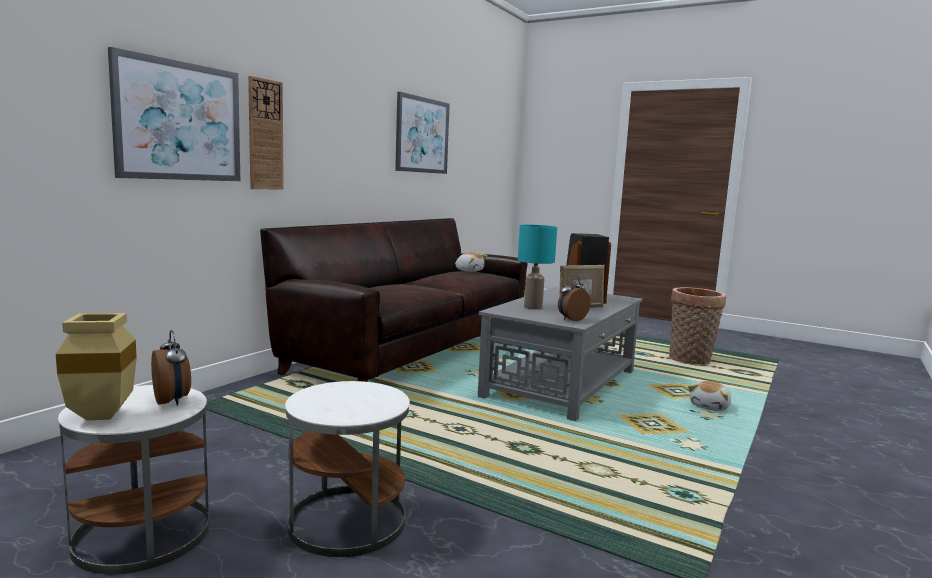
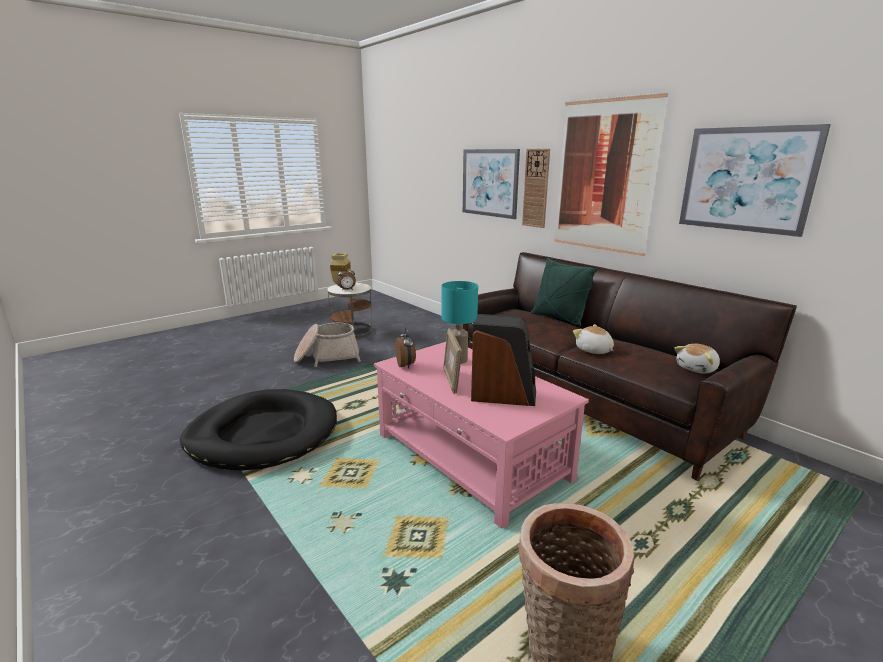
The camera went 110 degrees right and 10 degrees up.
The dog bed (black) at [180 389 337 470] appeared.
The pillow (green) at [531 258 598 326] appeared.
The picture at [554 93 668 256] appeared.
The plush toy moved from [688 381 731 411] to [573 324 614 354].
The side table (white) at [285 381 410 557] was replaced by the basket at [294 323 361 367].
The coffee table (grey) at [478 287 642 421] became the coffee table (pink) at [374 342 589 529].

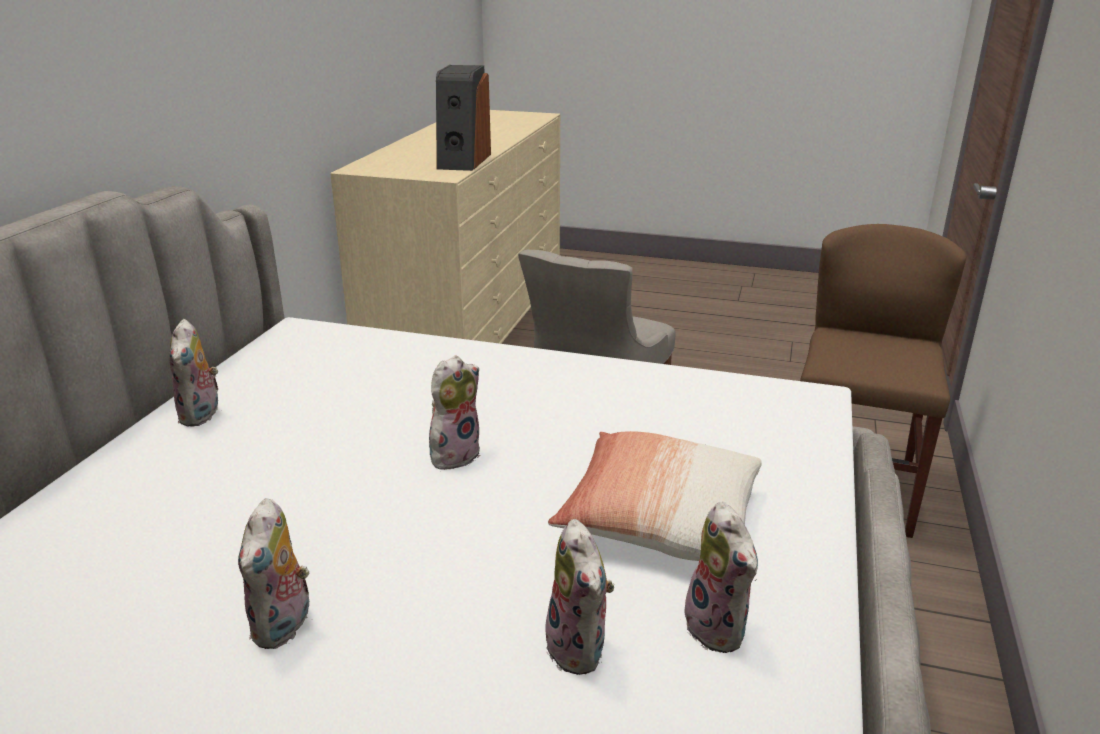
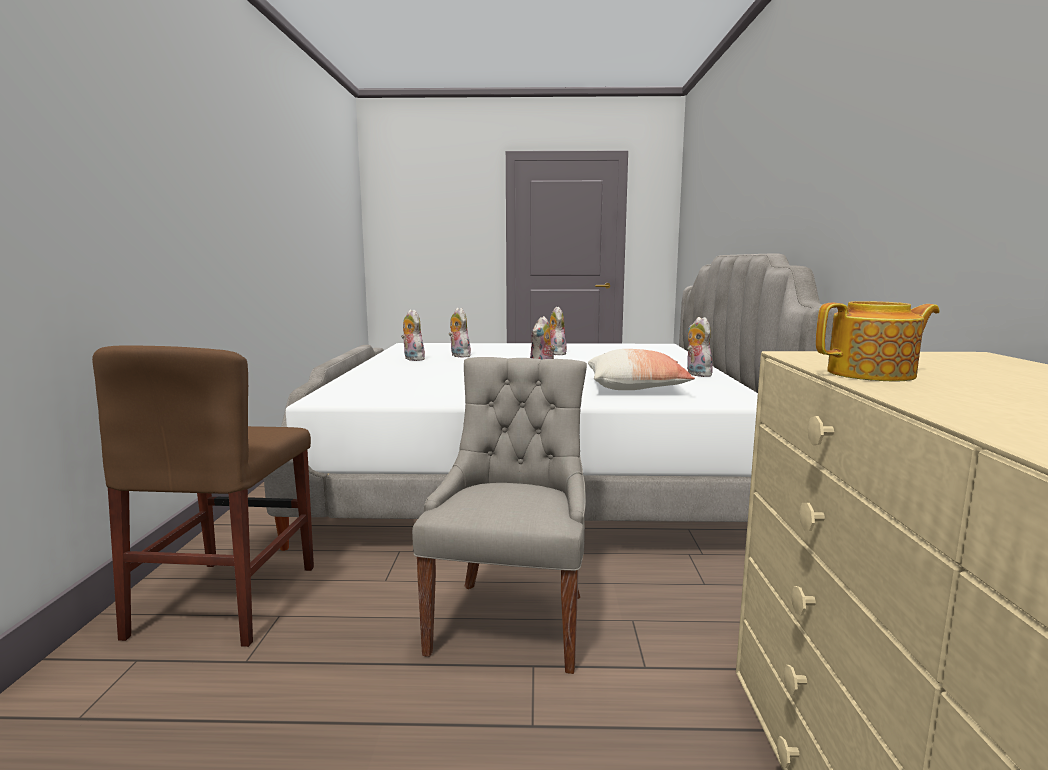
The camera went 165 degrees right and 15 degrees down.
The pillow moved from [548 431 762 561] to [588 349 695 390].
The speaker at [436 65 491 171] was replaced by the teapot at [816 301 940 381].

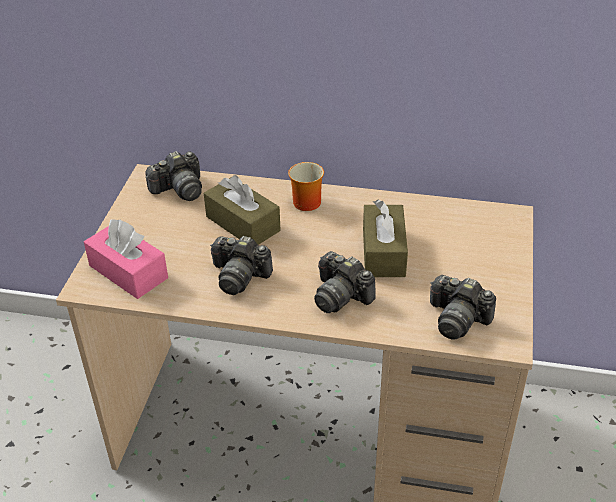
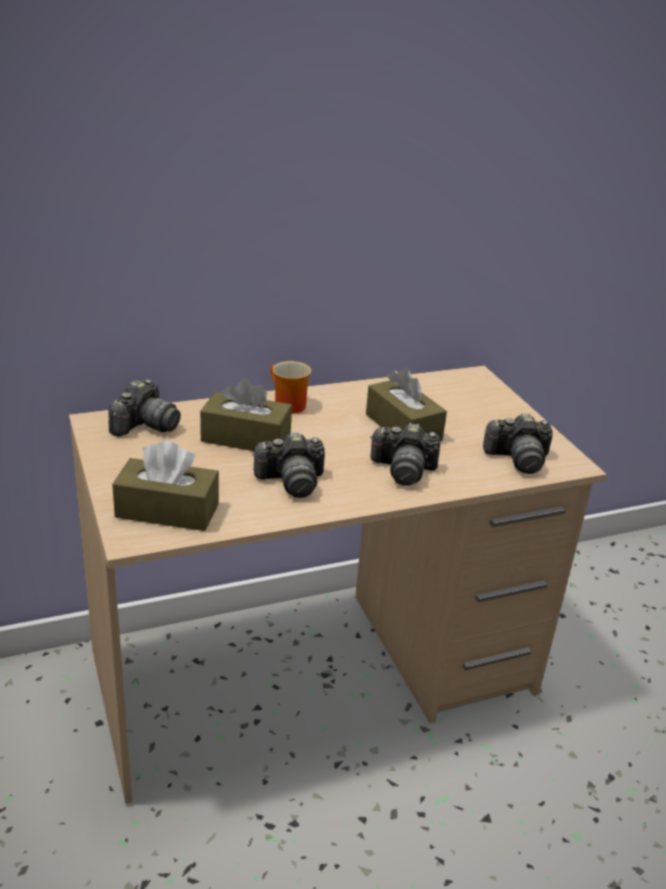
The camera went 35 degrees left and 10 degrees down.
The tissue box (pink) at [84 219 168 299] became the tissue box (brown) at [112 440 219 531].

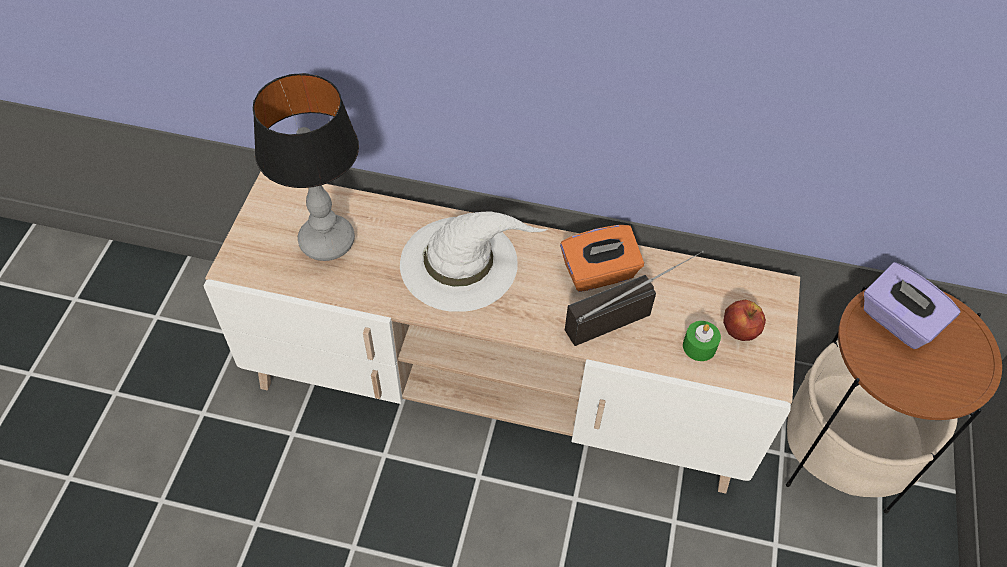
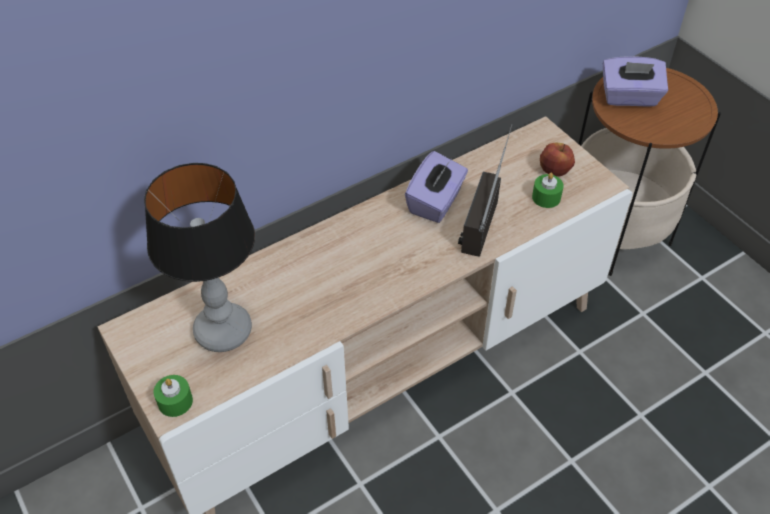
The camera went 45 degrees left and 5 degrees down.
The hat (white) at [400 211 548 312] disappeared.
The candle (green) at [153 375 193 417] appeared.
The tissue box (orange) at [560 225 644 292] became the tissue box (purple) at [405 151 468 223].

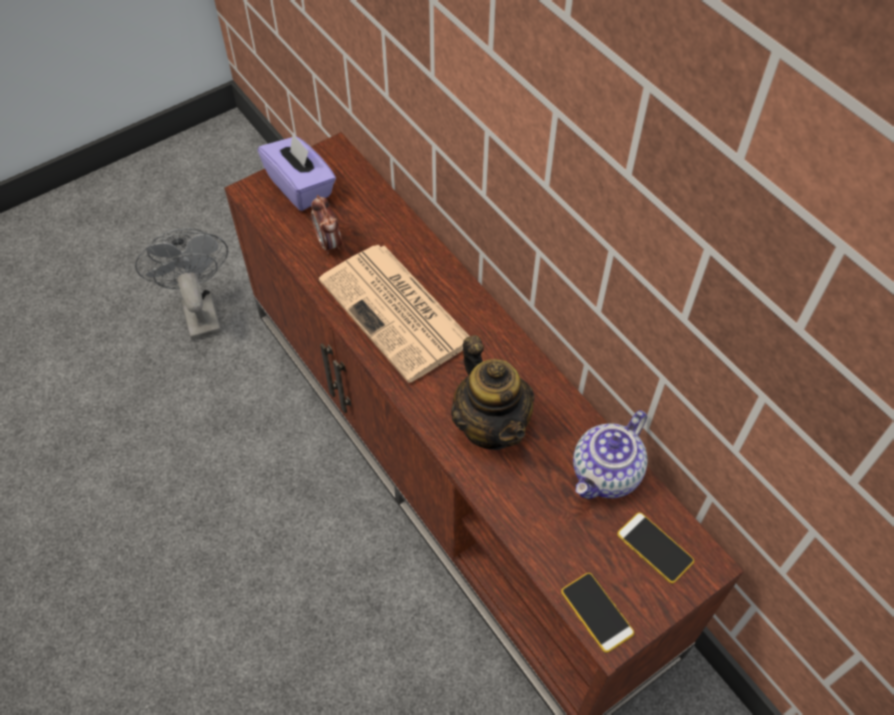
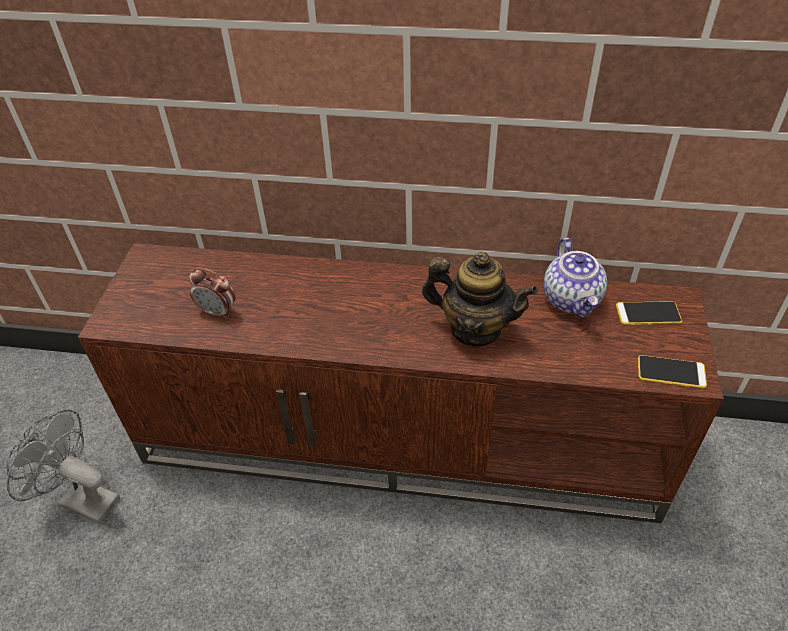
The camera went 45 degrees left and 10 degrees down.
The tissue box (purple) at [258 133 336 211] disappeared.
The newspaper at [319 245 469 383] disappeared.

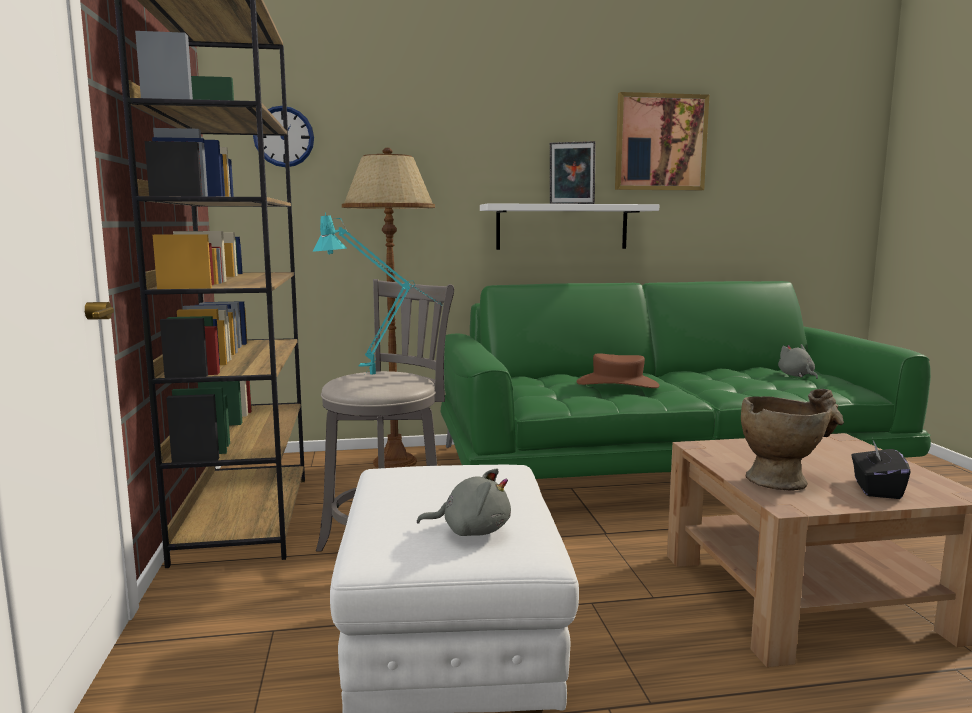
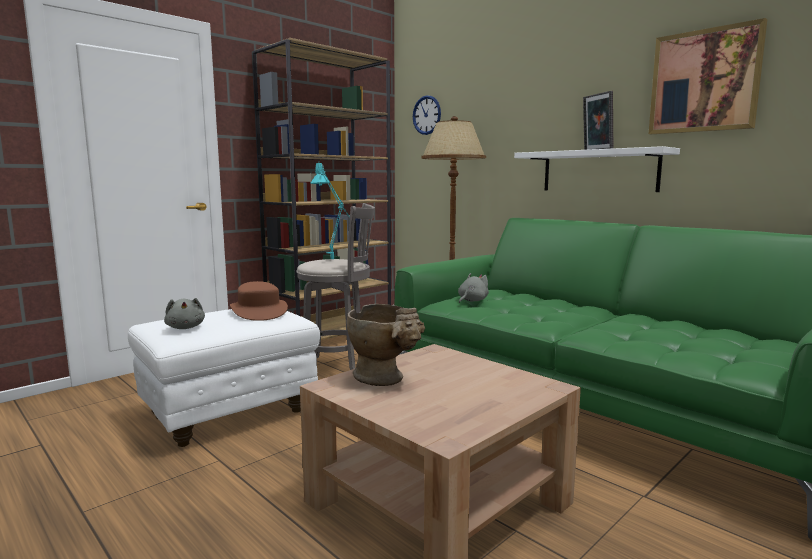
The camera went 55 degrees right and 0 degrees up.
The tissue box (black) at [851 440 911 499] disappeared.
The hat (brown) moved from [576 353 659 388] to [230 281 288 321].
The plush toy (grey) moved from [778 344 818 379] to [458 273 489 303].

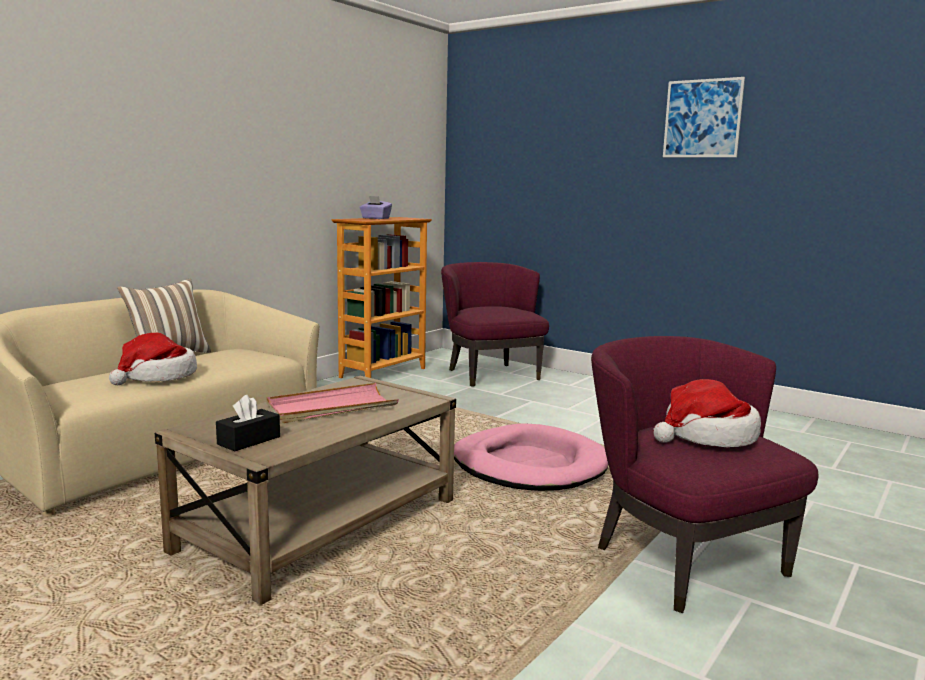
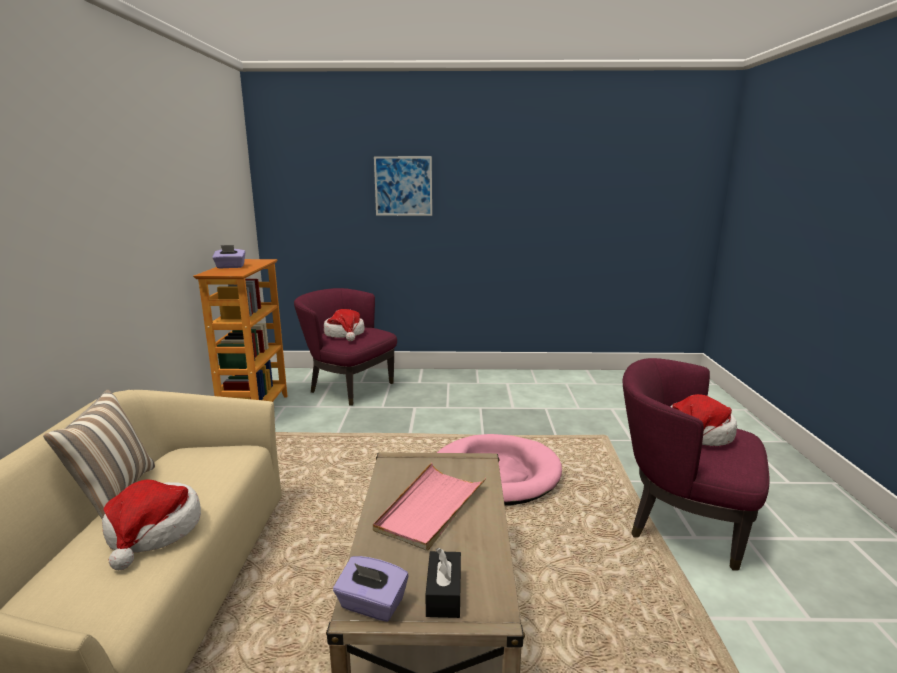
The camera went 35 degrees left and 5 degrees up.
The hat at [324 309 365 341] appeared.
The tissue box (purple) at [333 556 408 622] appeared.
The picture moved from [663 77 745 157] to [374 156 432 216].

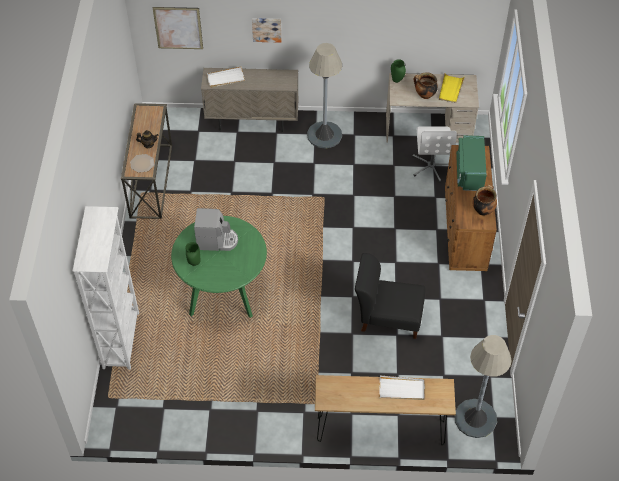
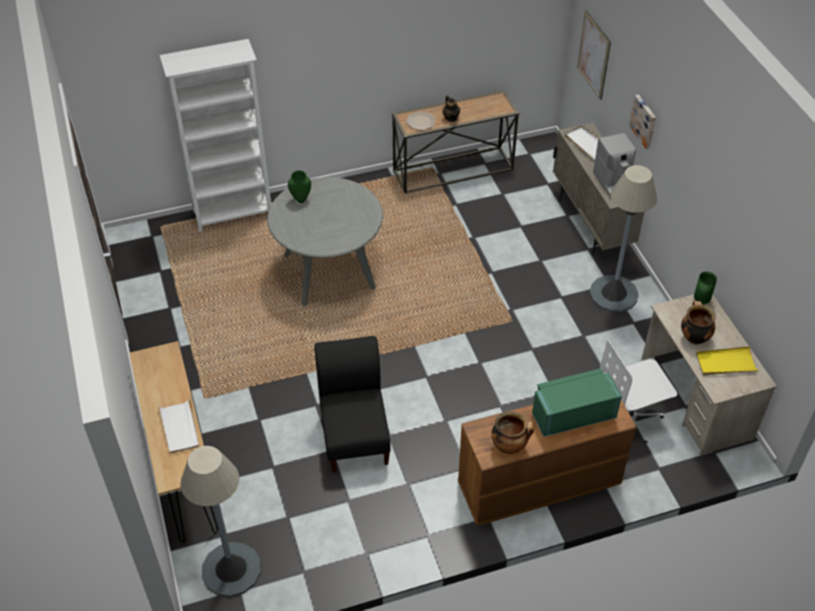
The camera went 70 degrees right and 5 degrees down.
The coffee machine moved from [194 208 238 251] to [593 133 636 197].
The dining table (green) at [171 216 267 318] became the dining table (grey) at [267 177 383 306].

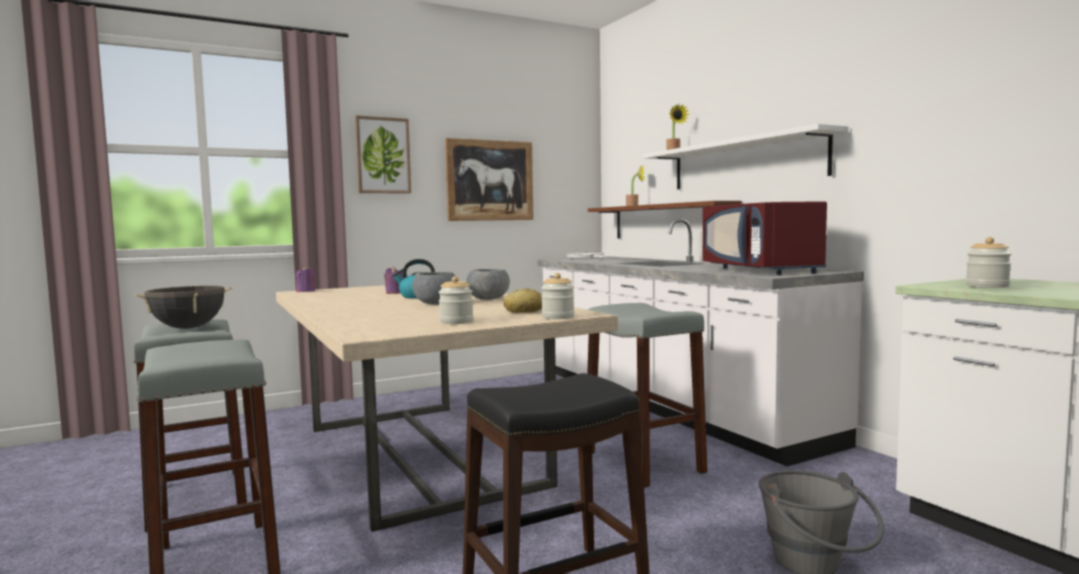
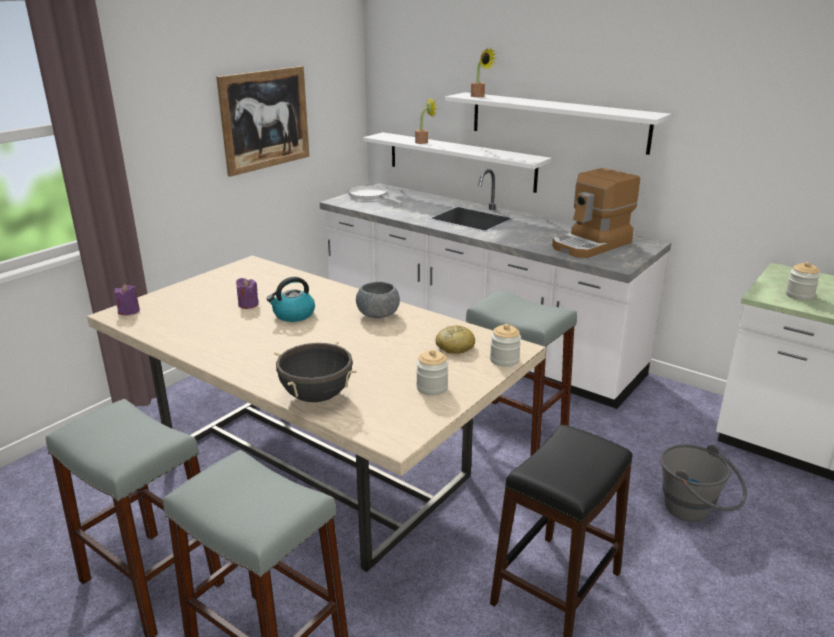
The camera went 25 degrees left and 20 degrees up.
The picture at [355 115 411 194] disappeared.
The bowl (grey) at [412 272 455 305] disappeared.
The cooking pot (black) moved from [134 286 232 329] to [274 341 357 402].
The microwave (red) at [703 201 827 275] was replaced by the coffee machine at [552 168 640 258].
The shelf (brown) at [588 201 742 239] became the shelf (white) at [363 132 552 193].

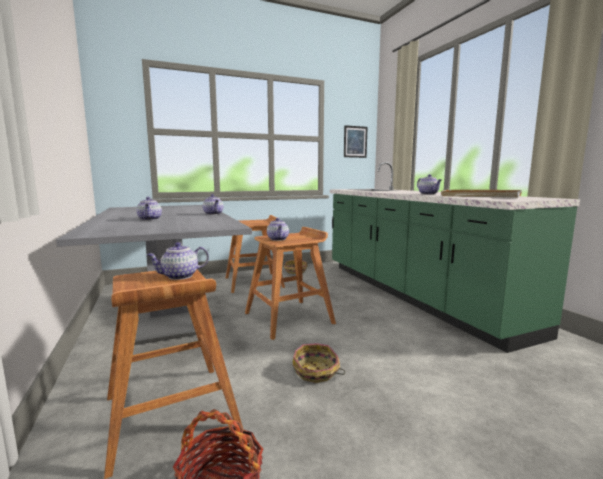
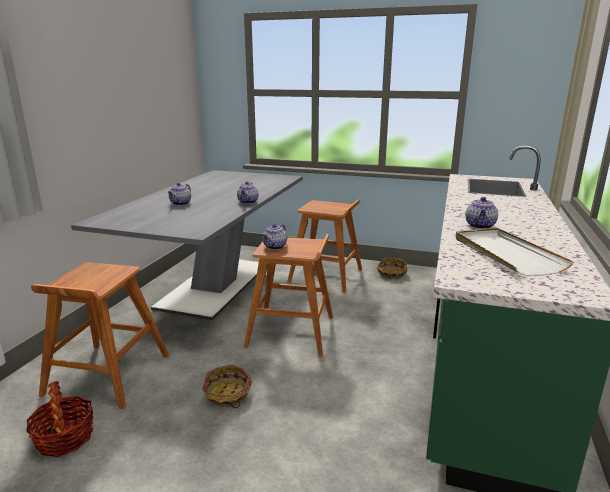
The camera went 40 degrees right and 10 degrees up.
The teapot at [147 242 209 280] disappeared.
The picture at [344 125 368 158] disappeared.

